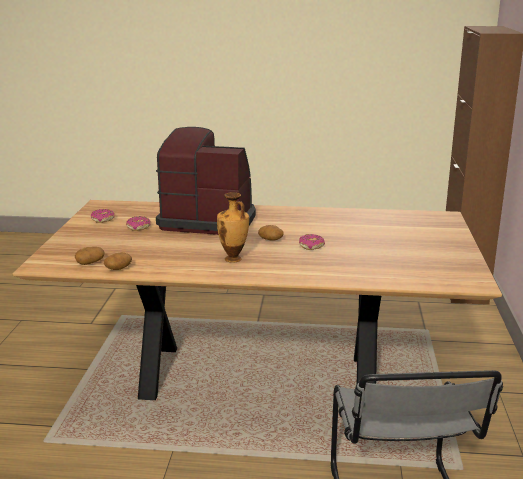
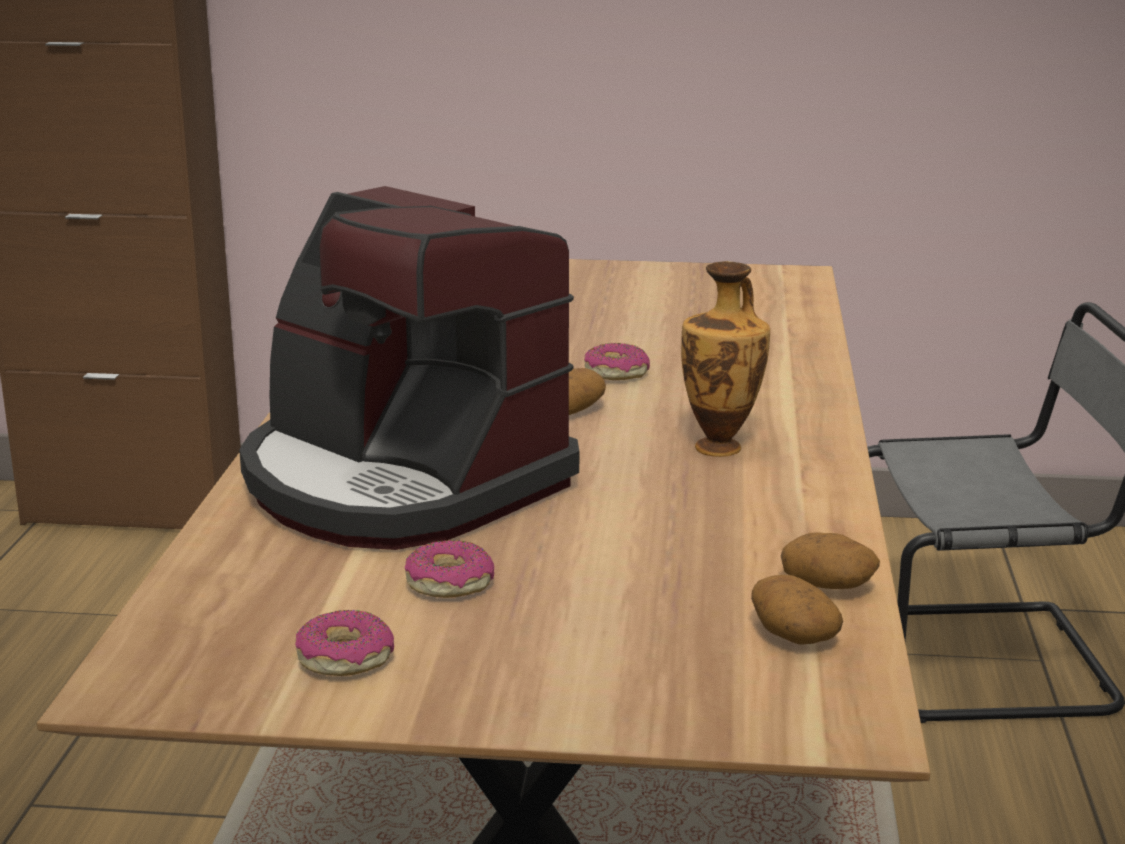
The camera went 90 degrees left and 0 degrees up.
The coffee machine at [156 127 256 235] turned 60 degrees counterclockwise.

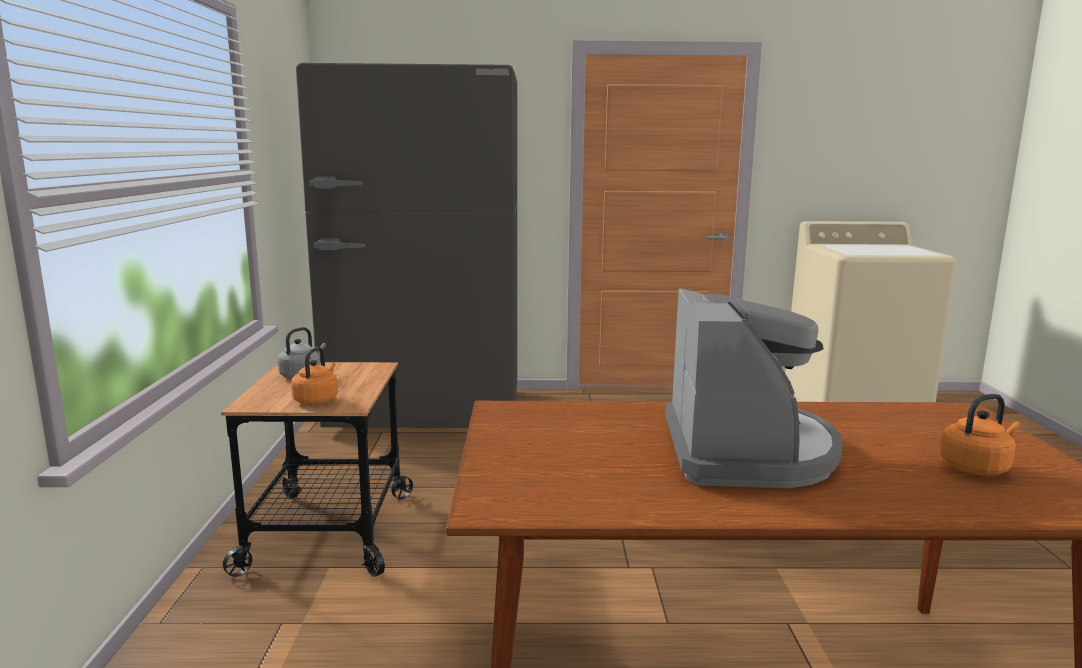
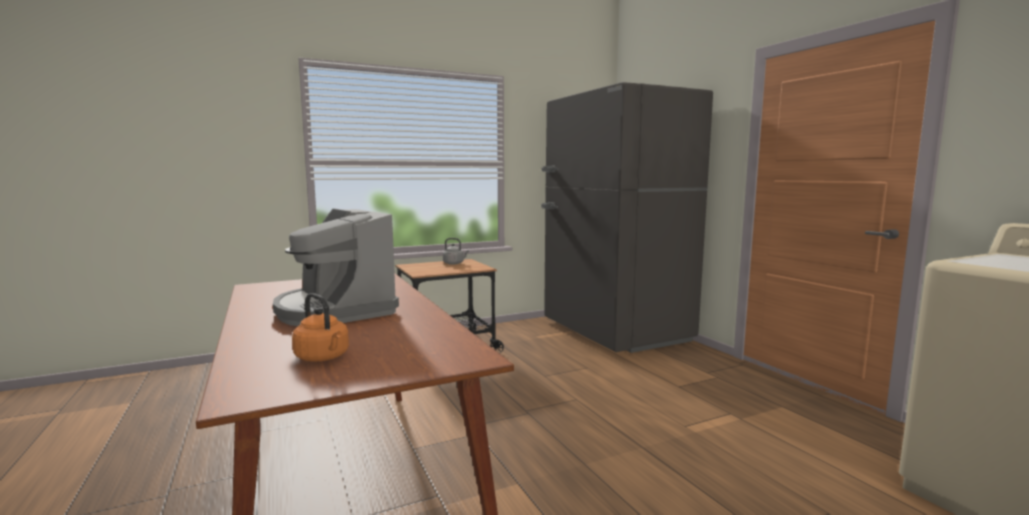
The camera went 65 degrees right and 5 degrees down.
The kettle (orange) at [291 347 338 405] disappeared.
The coffee machine at [665 288 843 488] turned 75 degrees clockwise.

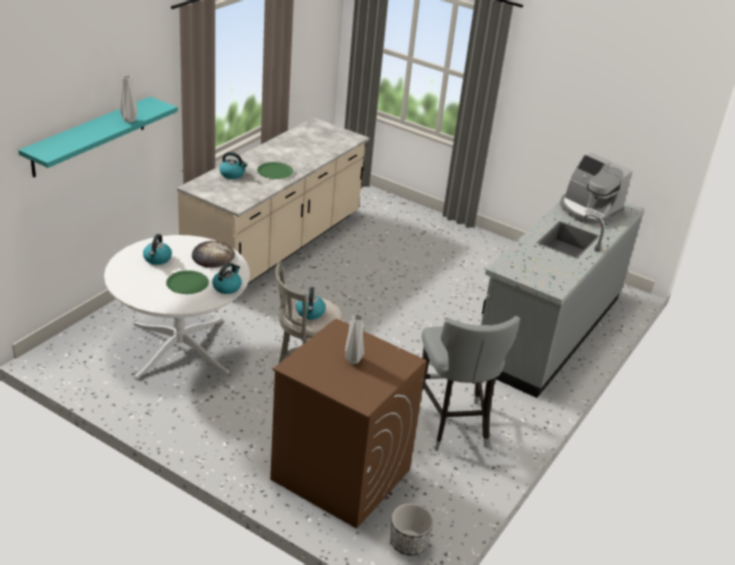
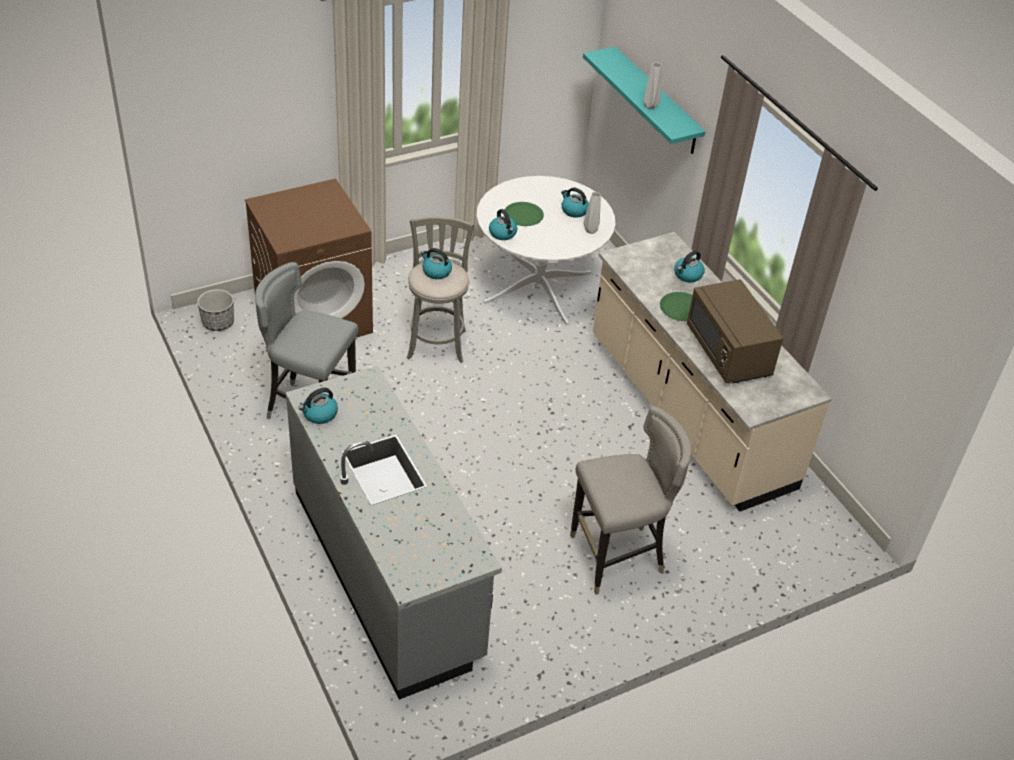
The camera went 120 degrees right and 10 degrees up.
The bread at [192 241 235 268] disappeared.
The coffee machine at [560 153 633 225] disappeared.
The kettle at [299 388 338 424] appeared.
The stool (grey) at [570 406 691 595] appeared.
The microwave (brown) at [687 279 783 383] appeared.
The vase (grey) moved from [345 314 364 364] to [583 192 601 234].

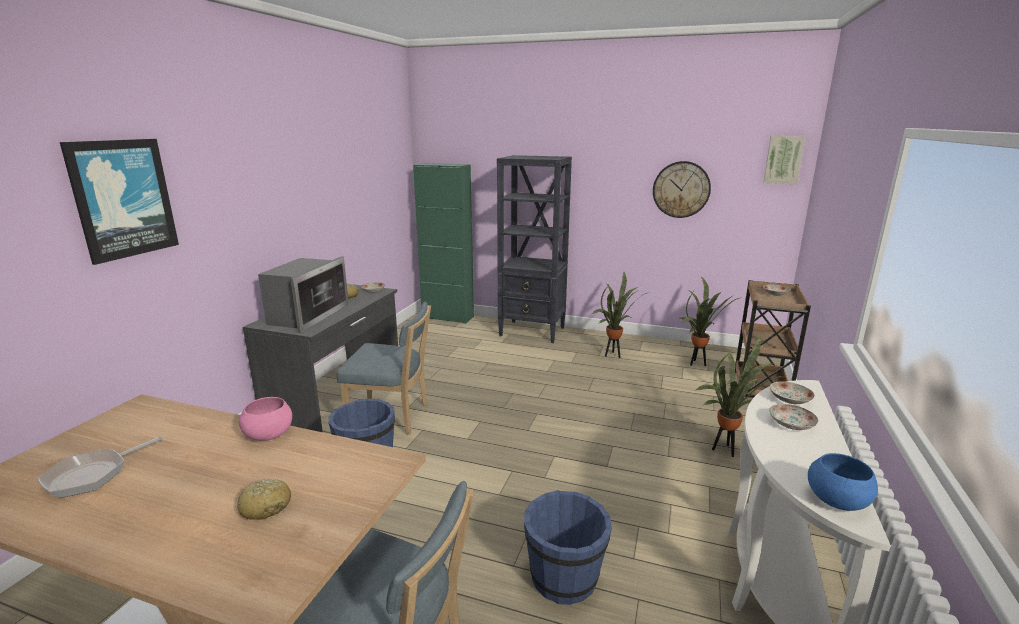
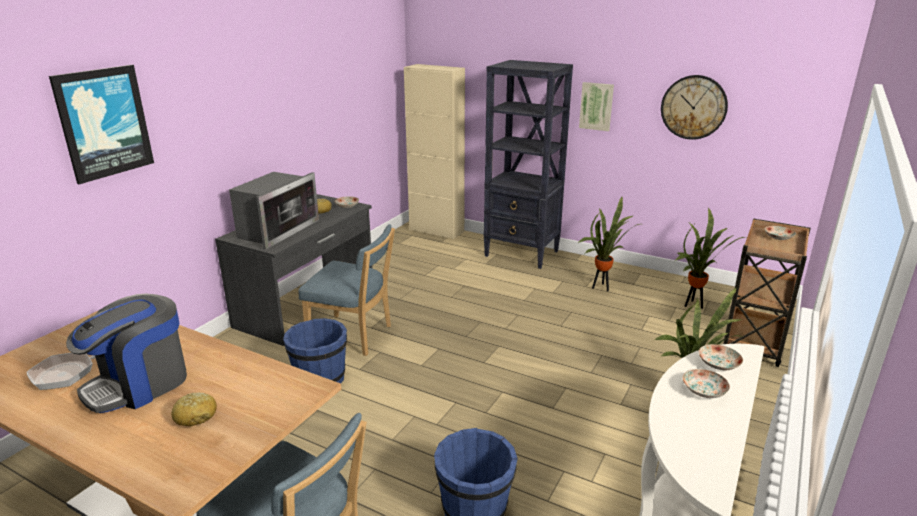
The camera went 10 degrees right and 5 degrees up.
The bowl (pink) at [239 397 292 441] disappeared.
The bowl (blue) at [808 453 878 511] disappeared.
The coffee machine at [66 293 187 413] appeared.
The picture moved from [763 136 806 184] to [579 82 614 131].
The cabinet (green) at [413 163 474 324] became the cabinet (beige) at [404 64 465 239].

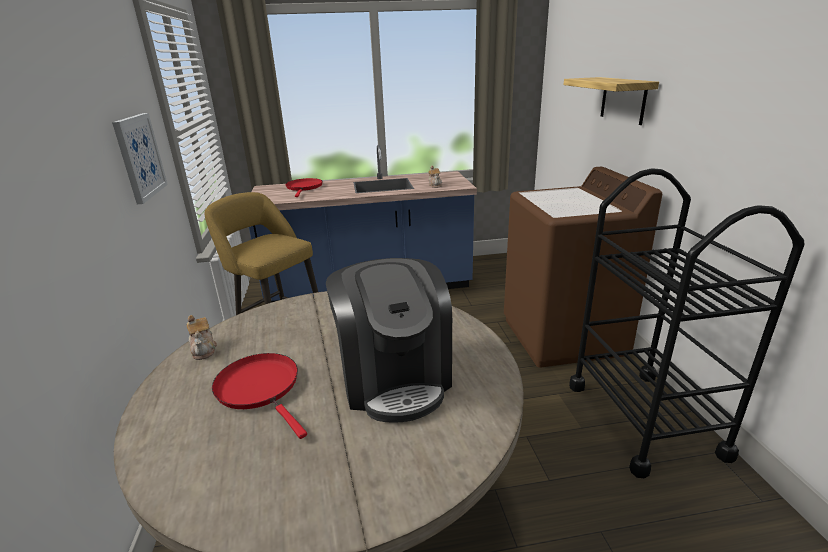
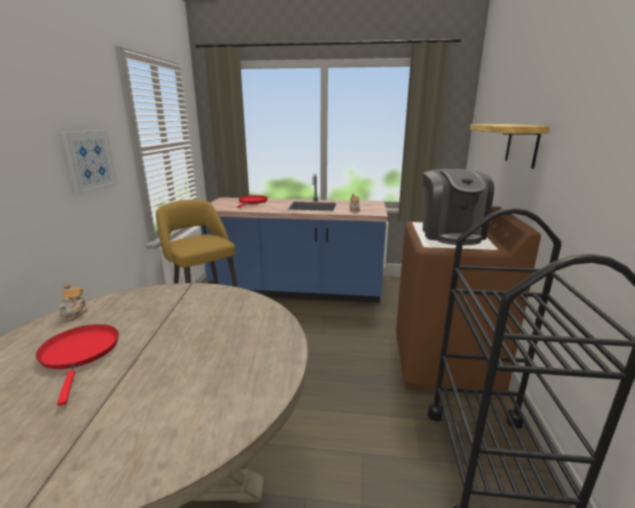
The camera went 15 degrees right and 5 degrees down.
The coffee machine moved from [326 258 452 423] to [423 169 494 245].

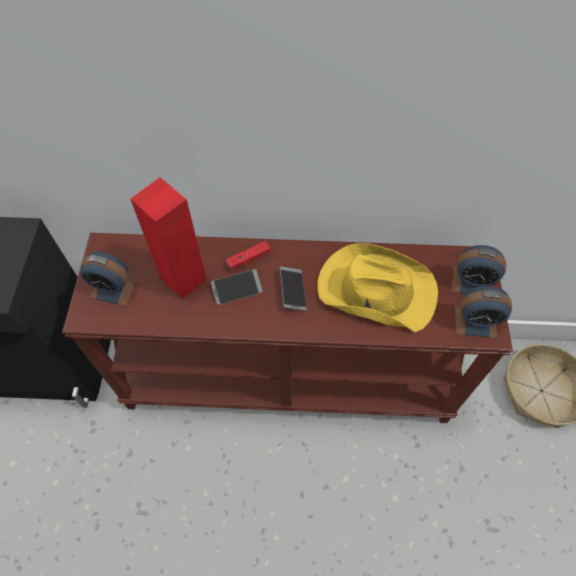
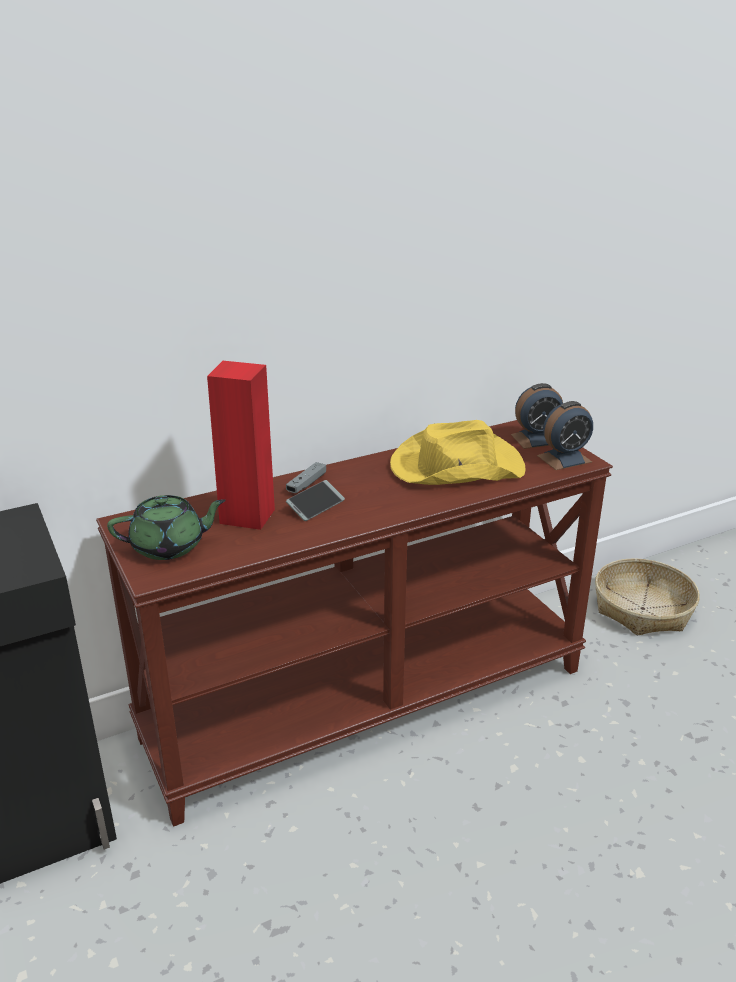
The camera went 30 degrees left and 30 degrees down.
The phone at [280 266 307 311] disappeared.
The alarm clock at [80 252 138 306] was replaced by the teapot (green) at [107 495 226 560].
The game controller (red) at [226 241 270 270] became the game controller (grey) at [286 462 326 493].

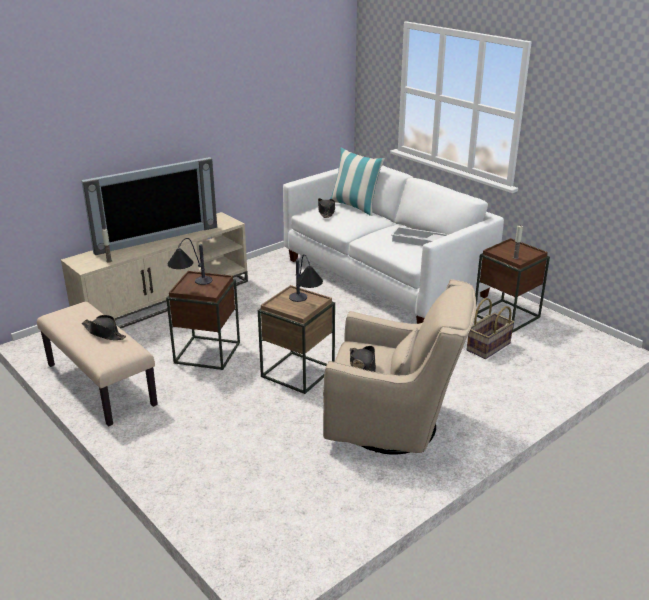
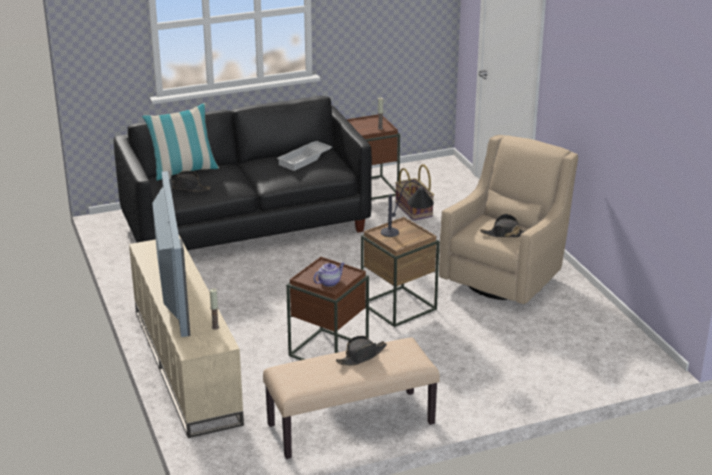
The camera went 70 degrees left and 0 degrees up.
The table lamp at [168 238 212 285] was replaced by the teapot at [313 262 345 287].
The sofa (white) at [283 165 504 324] became the sofa (black) at [114 96 372 250].

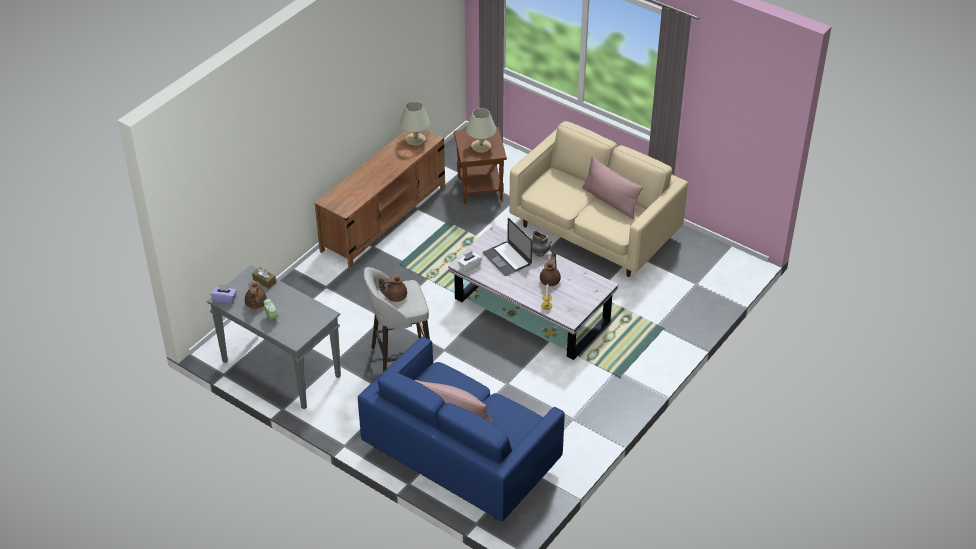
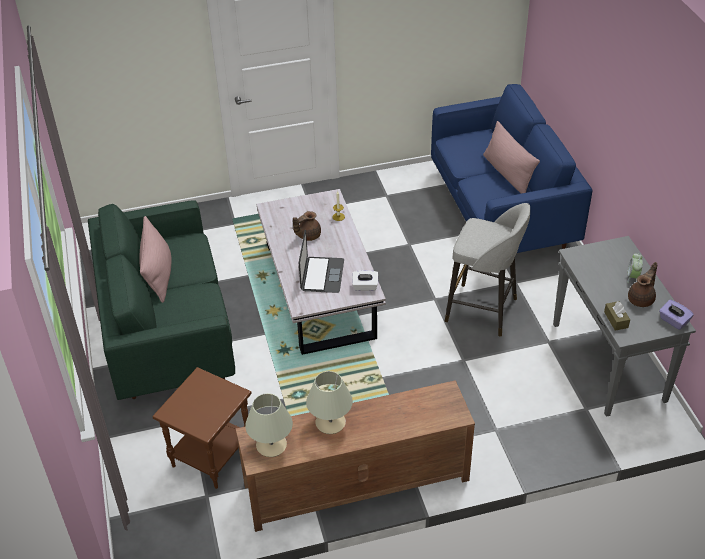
The camera went 140 degrees left and 0 degrees up.
The teapot (brown) at [379 275 407 302] disappeared.
The vase (grey) at [531 230 553 257] disappeared.
The table lamp (beige) moved from [466 108 496 153] to [306 371 353 434].
The sofa (beige) at [509 121 688 277] became the sofa (green) at [88 200 235 400].

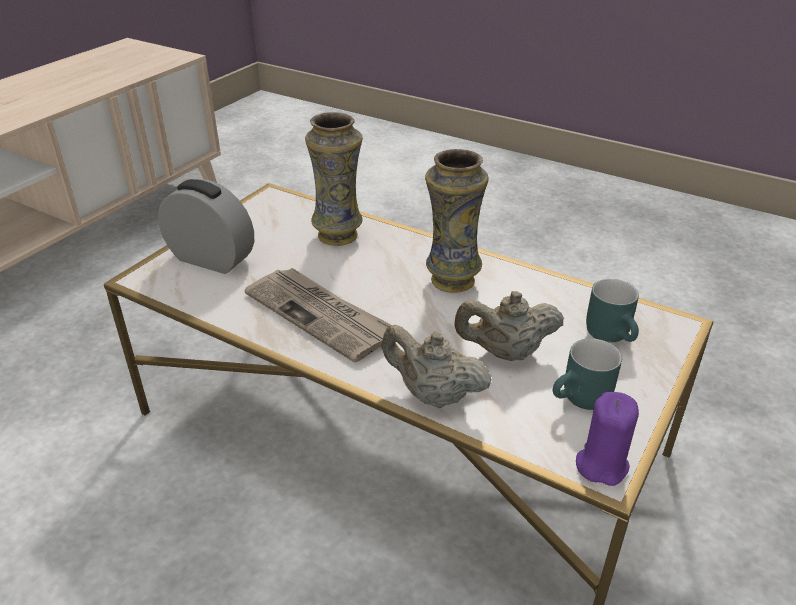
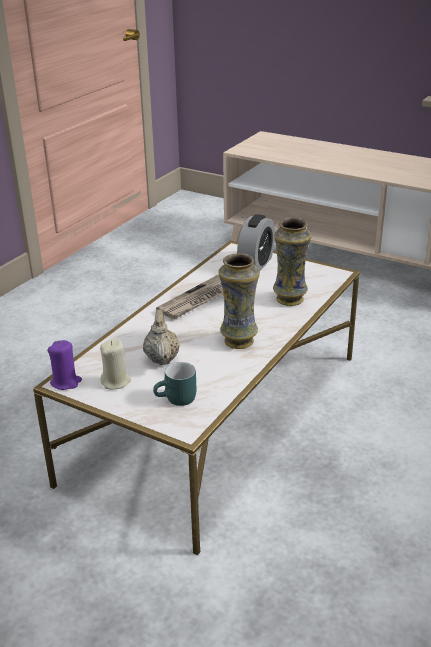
The camera went 90 degrees right and 5 degrees down.
The teapot (beige) at [382 325 492 408] disappeared.
The mug (turquoise) at [553 338 622 410] was replaced by the candle (beige) at [100 339 131 389].

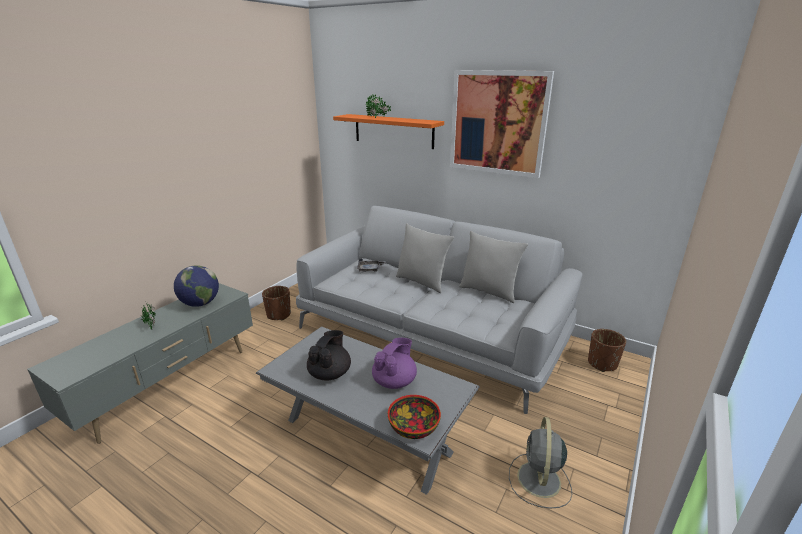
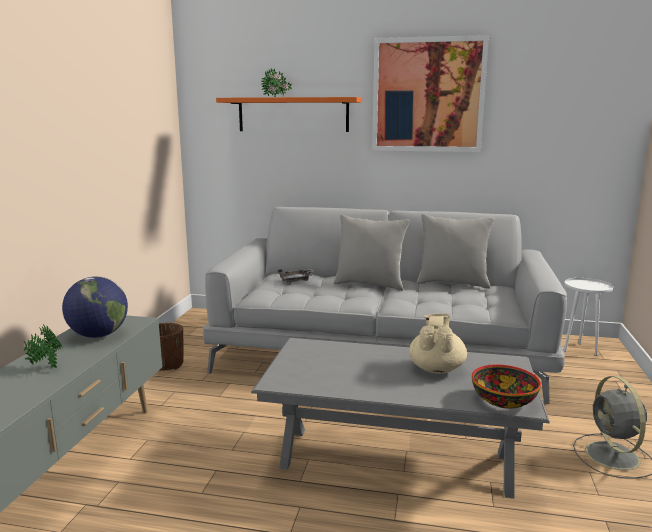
The camera went 20 degrees left and 10 degrees down.
The teapot (black) at [307 330 351 380] disappeared.
The planter (brown) at [588 329 626 372] was replaced by the side table (white) at [564 278 613 356].
The teapot (purple) at [372 338 417 389] became the teapot (beige) at [409 313 467 374].

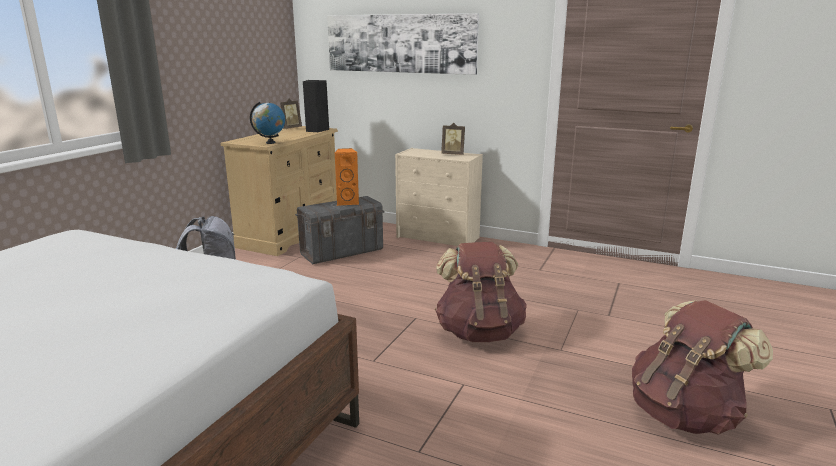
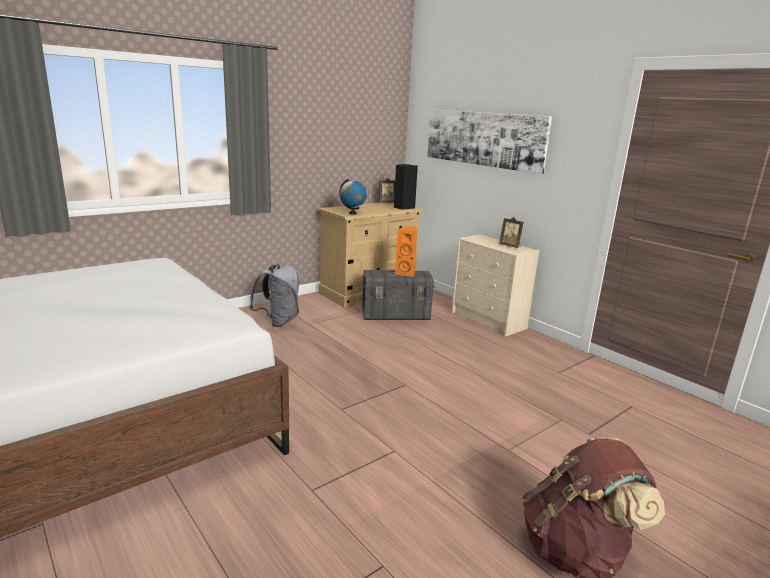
The camera went 25 degrees right and 0 degrees up.
The backpack (brown) at [435 242 527 342] disappeared.

